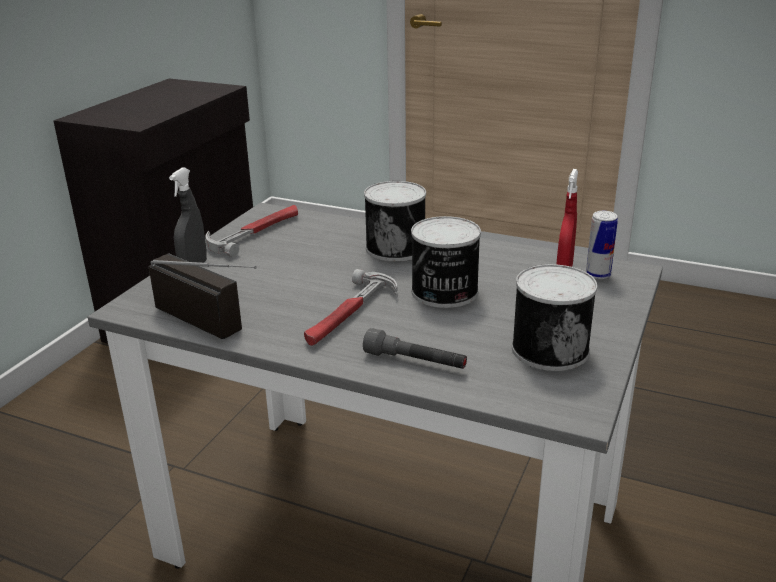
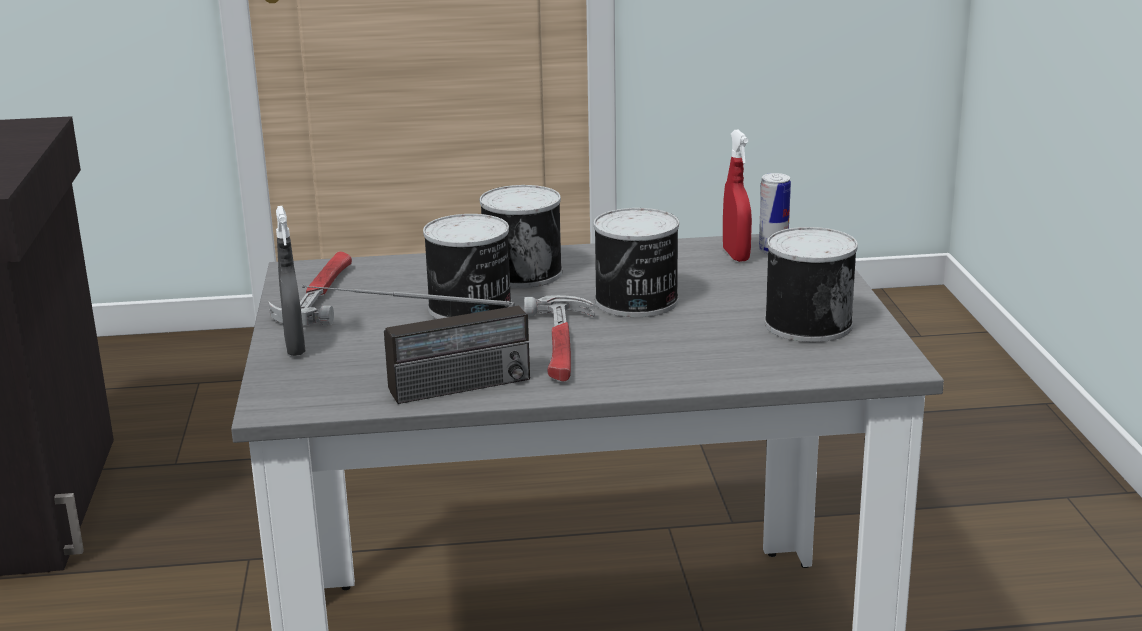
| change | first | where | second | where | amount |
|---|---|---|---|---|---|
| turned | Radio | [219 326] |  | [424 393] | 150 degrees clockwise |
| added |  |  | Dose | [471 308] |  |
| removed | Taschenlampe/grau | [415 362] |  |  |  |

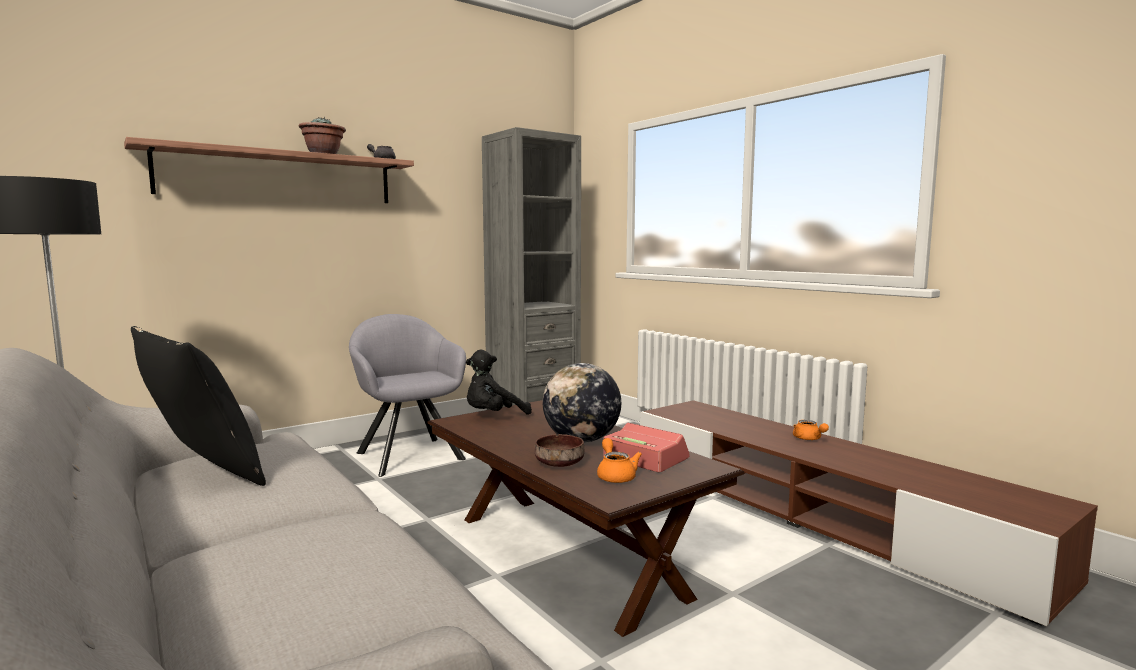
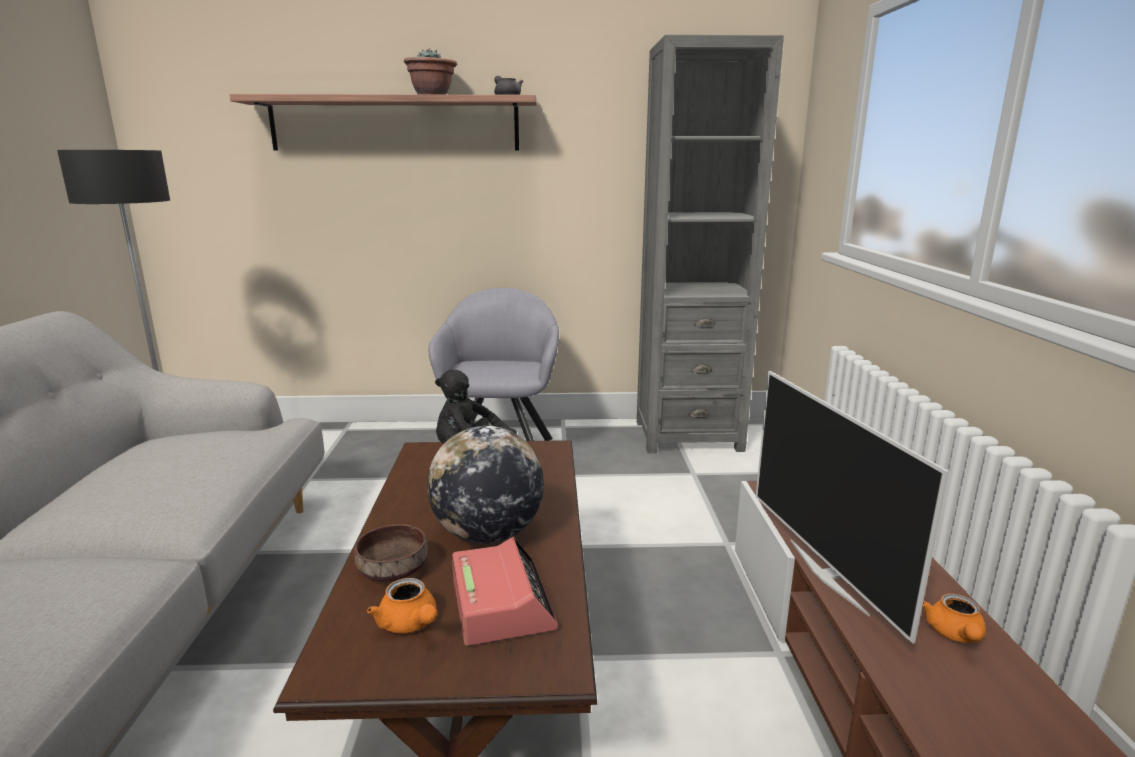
| change | first | where | second | where | amount |
|---|---|---|---|---|---|
| turned | Teekanne/orange | [615 475] |  | [410 624] | 120 degrees clockwise |
| added |  |  | Fernseher | [828 574] |  |
| removed | Kissen/schwarz | [202 472] |  |  |  |

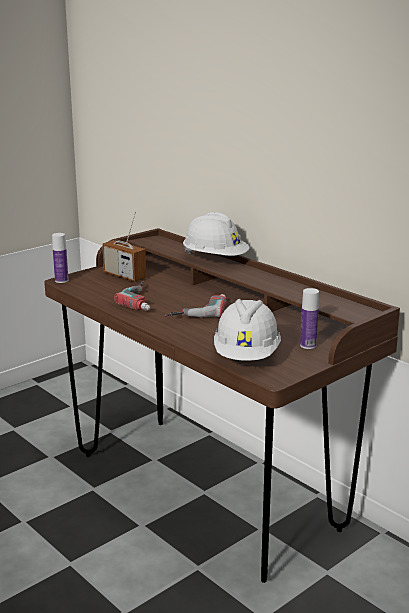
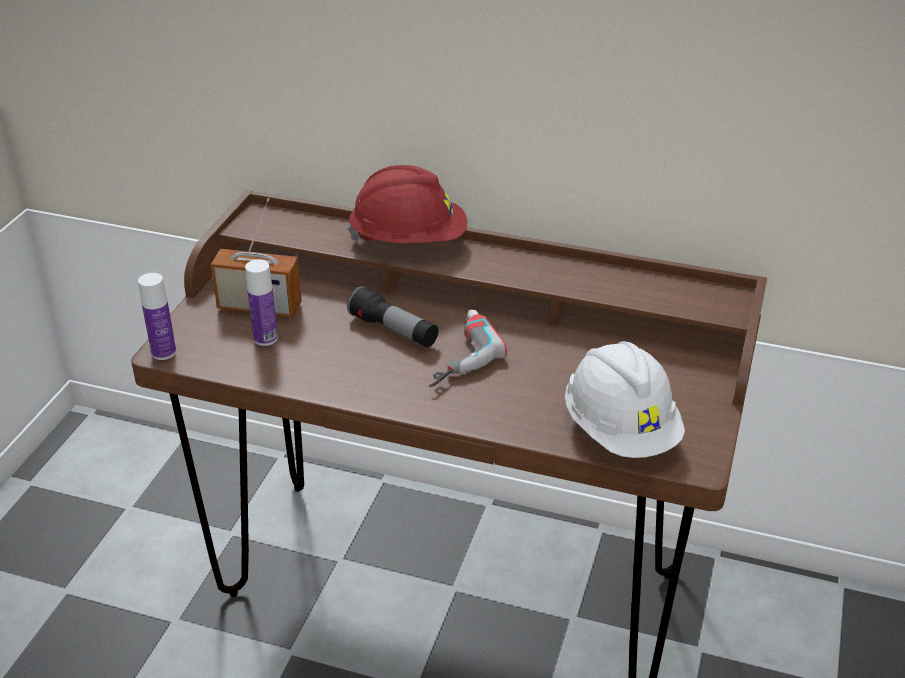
| change | first | where | second | where | amount |
|---|---|---|---|---|---|
| moved | Flasche | [308 345] |  | [265 338] |  |
| added |  |  | Taschenlampe | [394 331] |  |
| recoloured | Schutzhelm/weiß | [215 259] | Schutzhelm/rot | [409 240] |  |
| removed | Bohrmaschine | [144 300] |  |  |  |

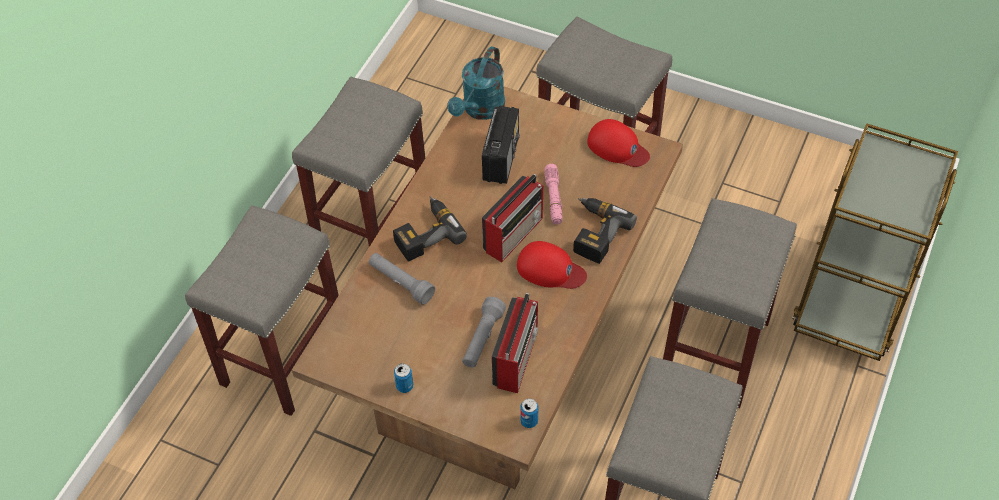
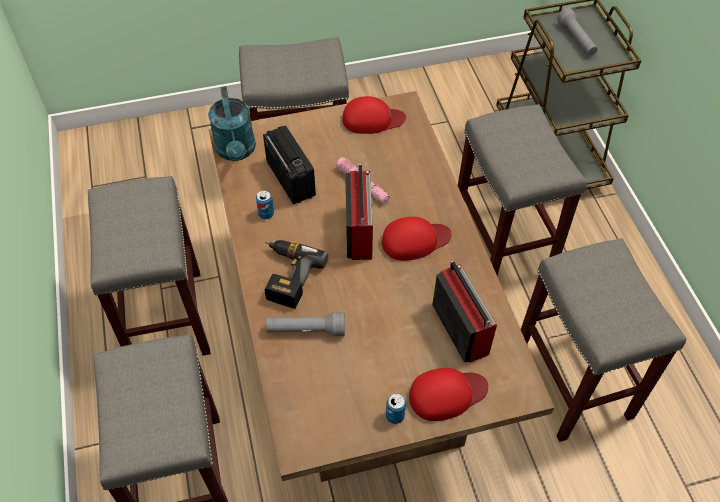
| change | first | where | second | where | amount |
|---|---|---|---|---|---|
| moved | Dose | [529 421] |  | [266 214] |  |
| added |  |  | Kappe/rot | [447 394] |  |
| moved | Taschenlampe/grau | [482 339] |  | [576 40] |  |
| removed | Bohrmaschine | [594 233] |  |  |  |

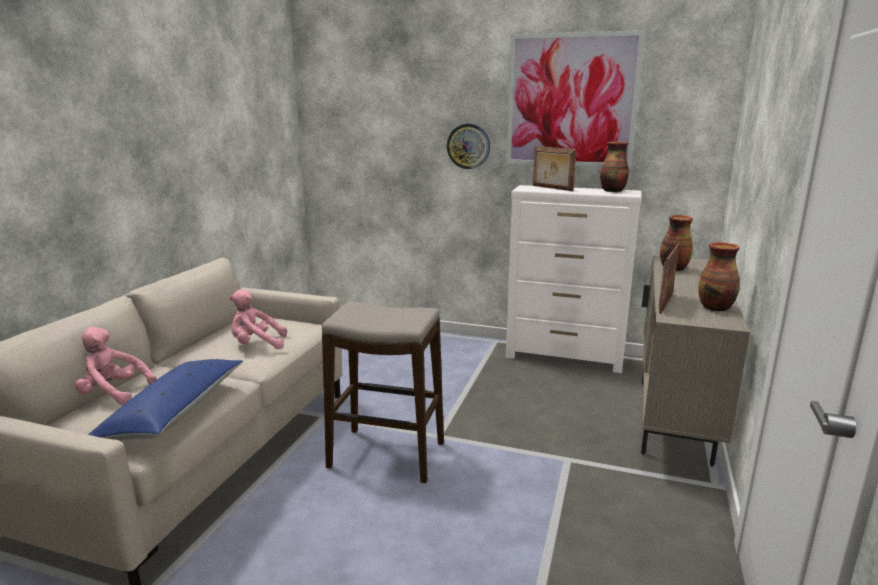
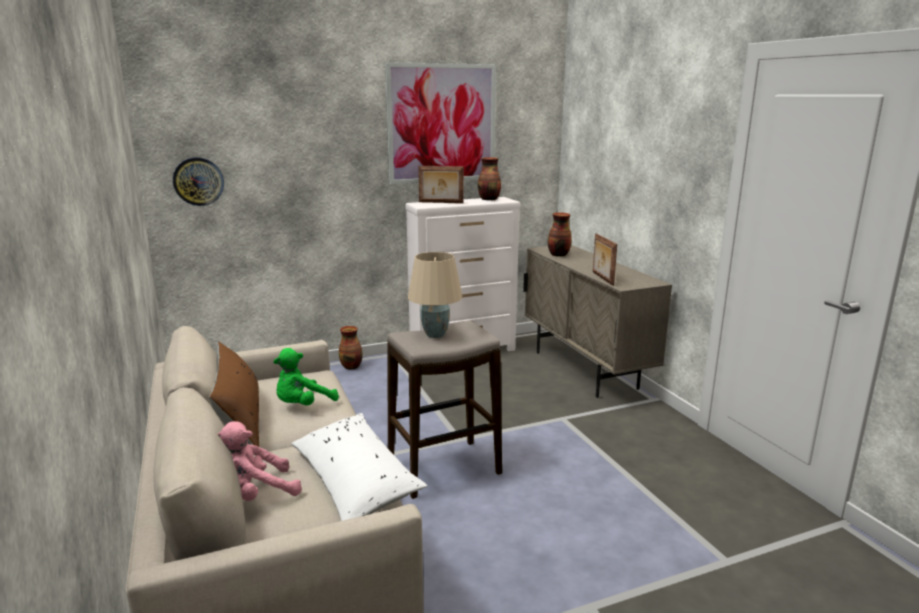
| change | first | where | second | where | amount |
|---|---|---|---|---|---|
| moved | Wanduhr | [468 146] |  | [198 181] |  |
| added |  |  | Kissen/braun | [240 419] |  |
| recoloured | Plüschtier/rosa | [257 345] | Plüschtier/grün | [303 405] |  |
| recoloured | Kissen/blau | [174 412] | Kissen/weiß | [355 480] |  |
| moved | Vase | [716 308] |  | [352 366] |  |
| added |  |  | Tischlampe/beige | [435 335] |  |

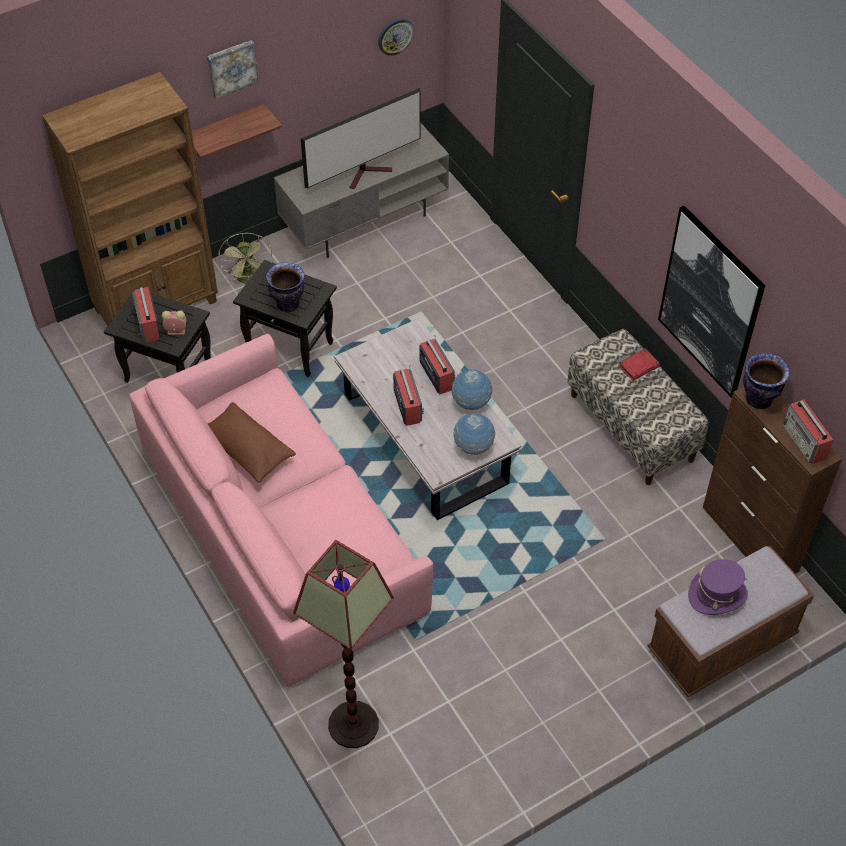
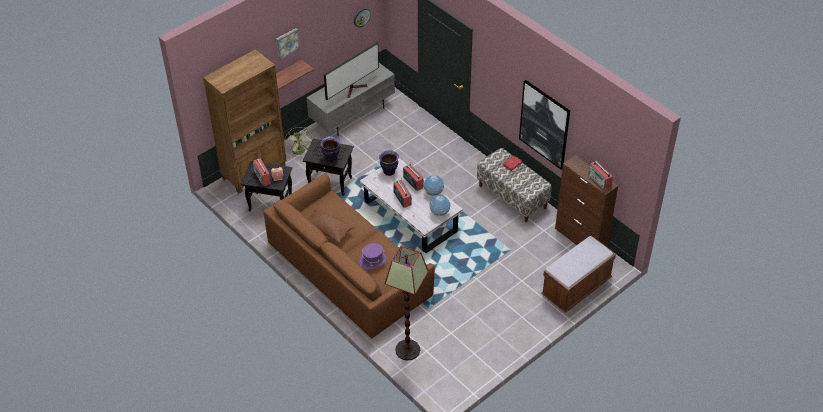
| change | first | where | second | where | amount |
|---|---|---|---|---|---|
| recoloured | Sofa/rosa | [281 529] | Sofa/braun | [349 268] |  |
| moved | Hut/lila | [717 595] |  | [373 261] |  |
| moved | Vase | [758 400] |  | [389 172] |  |

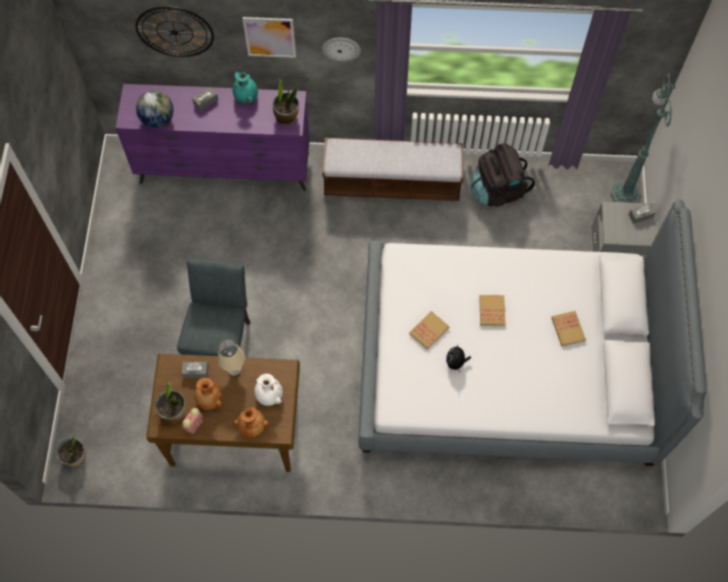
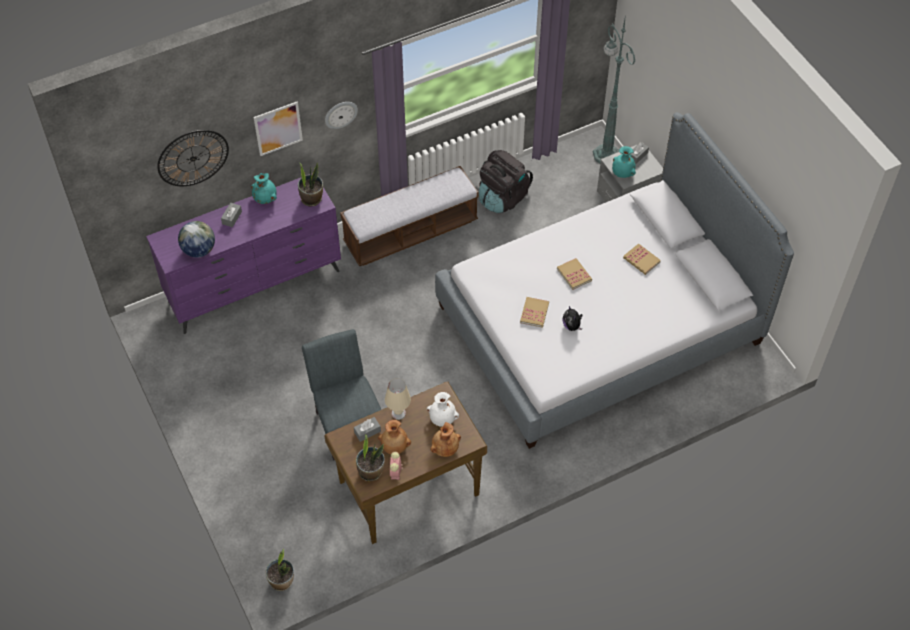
| change | first | where | second | where | amount |
|---|---|---|---|---|---|
| added |  |  | Vase/türkis | [622 173] |  |

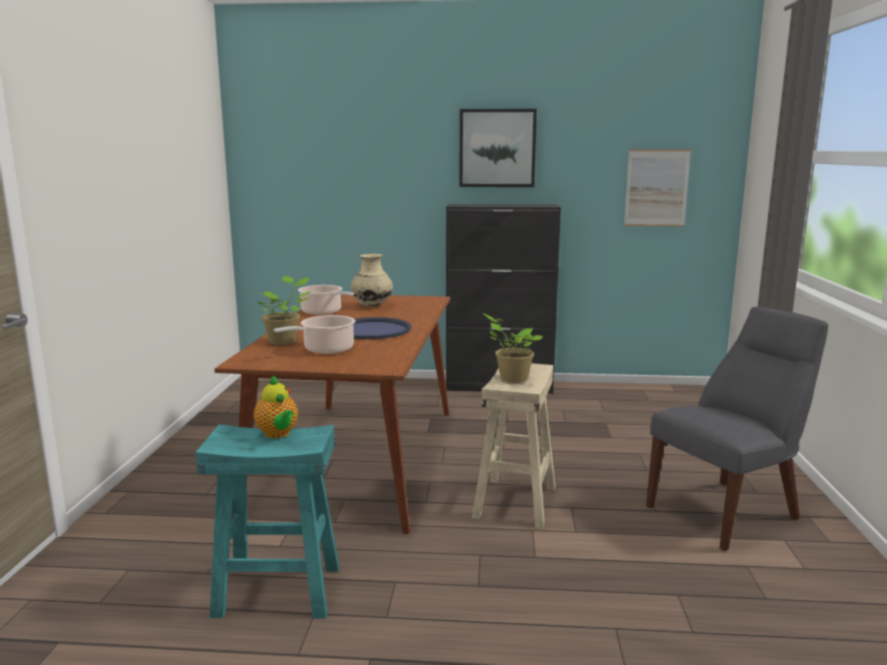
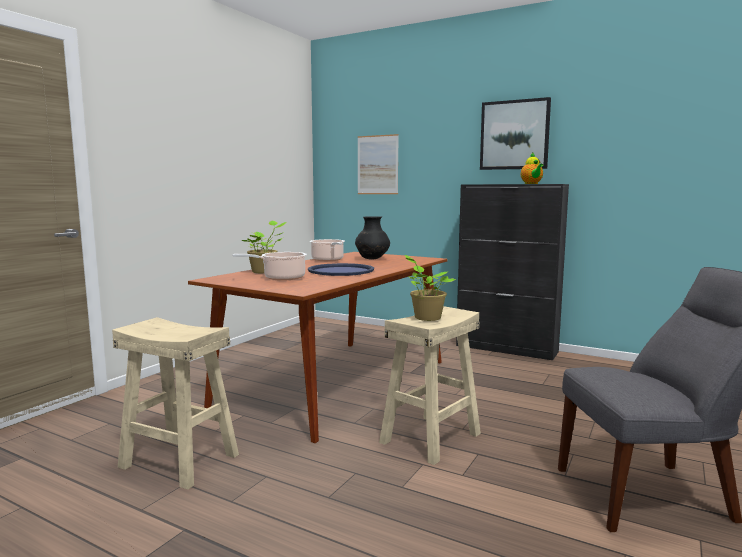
| change | first | where | second | where | amount |
|---|---|---|---|---|---|
| recoloured | Hocker/türkis | [277 591] | Hocker/beige | [178 461] |  |
| recoloured | Vase/beige | [372 306] | Vase/schwarz | [372 259] |  |
| moved | Bild | [656 188] |  | [377 165] |  |
| moved | Teekanne | [278 434] |  | [532 183] |  |

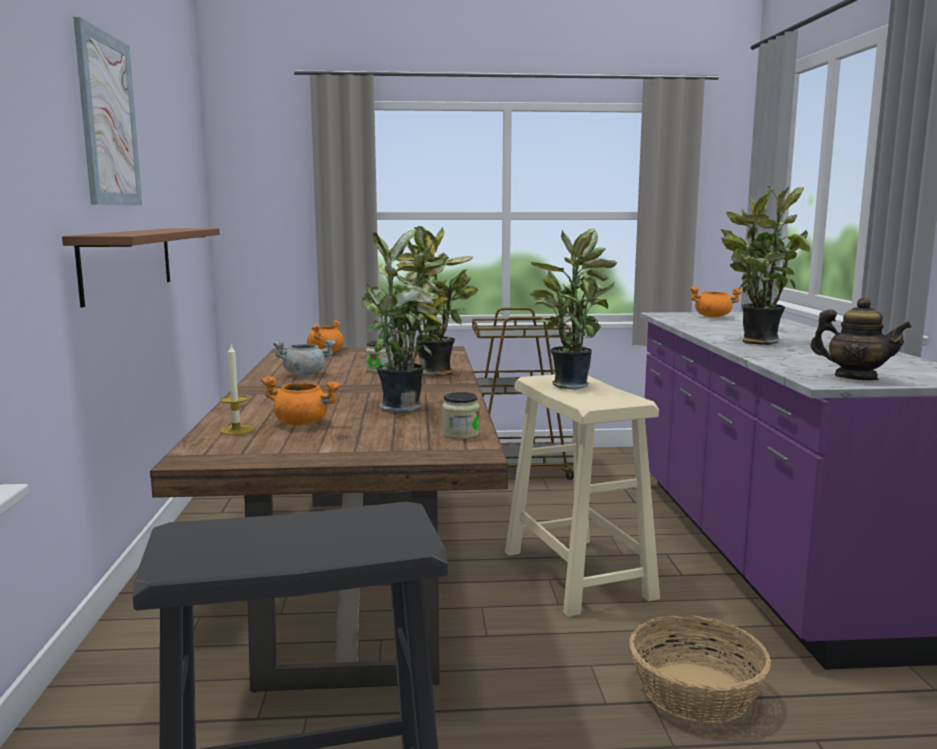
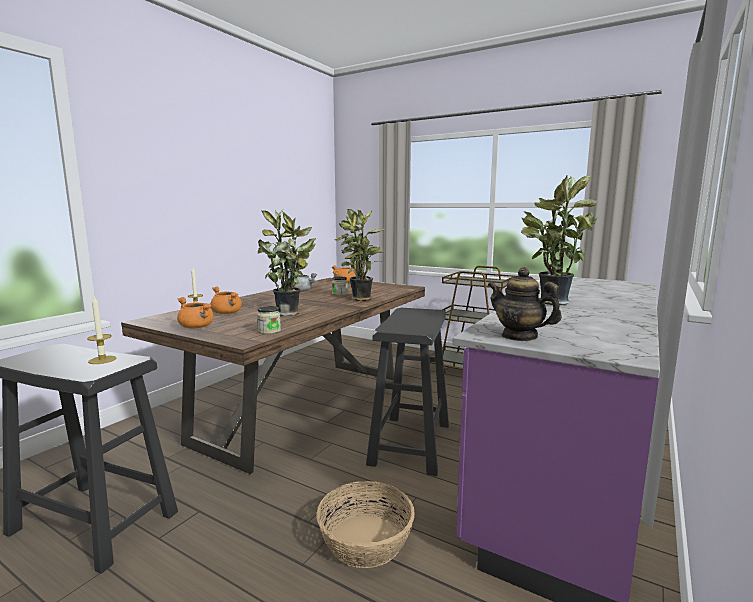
| change | first | where | second | where | amount |
|---|---|---|---|---|---|
| added |  |  | Kerze | [102 360] |  |
| moved | Kochtopf/orange | [713 317] |  | [197 327] |  |
| recoloured | Hocker/beige | [577 575] | Hocker/schwarz | [410 444] |  |
| turned | Teekanne | [855 378] |  | [519 336] | 150 degrees clockwise |
| removed | Wandregal/braun | [128 262] |  |  |  |
| removed | Bild | [108 120] |  |  |  |
| removed | Topfpflanze | [569 385] |  |  |  |

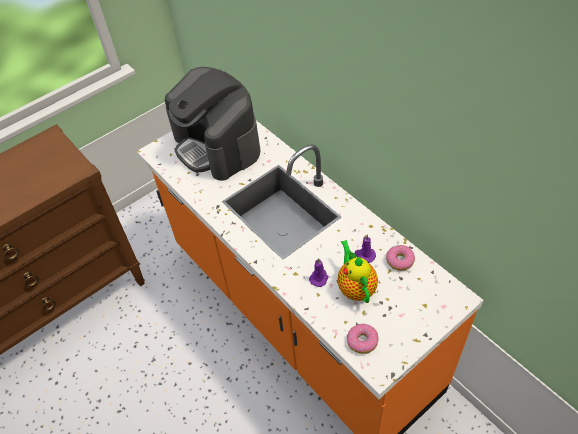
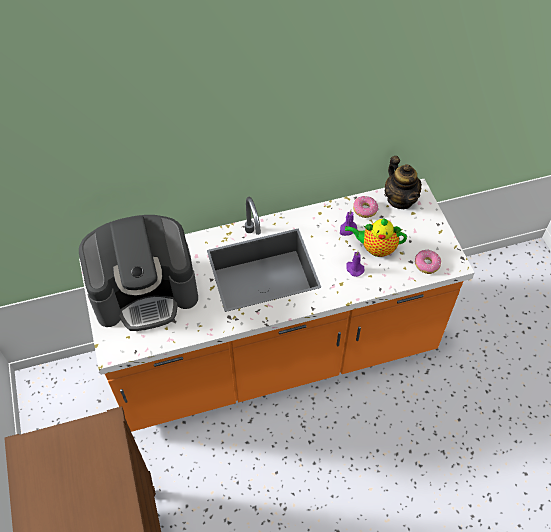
| change | first | where | second | where | amount |
|---|---|---|---|---|---|
| added |  |  | Teekanne | [400 199] |  |

